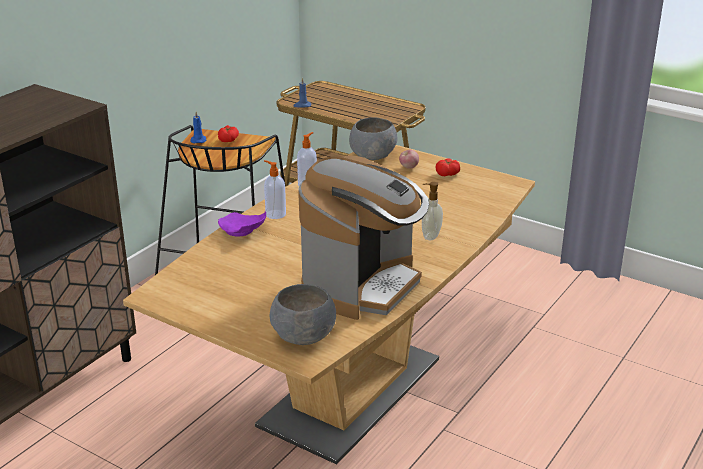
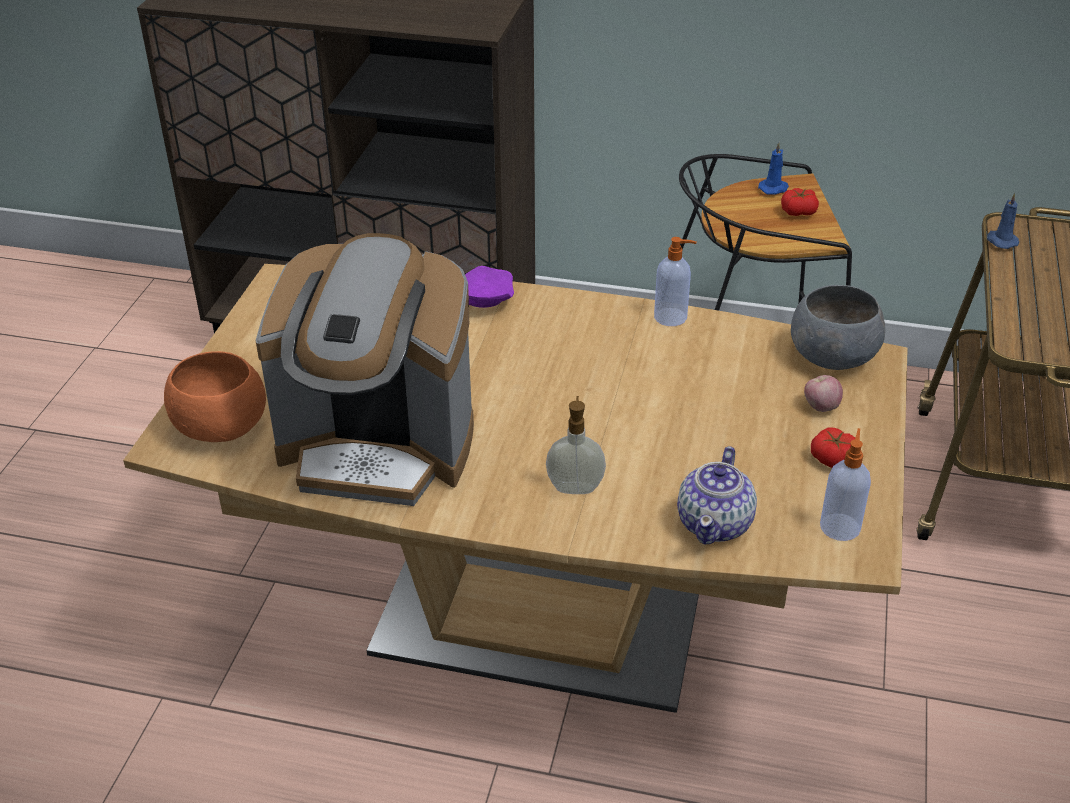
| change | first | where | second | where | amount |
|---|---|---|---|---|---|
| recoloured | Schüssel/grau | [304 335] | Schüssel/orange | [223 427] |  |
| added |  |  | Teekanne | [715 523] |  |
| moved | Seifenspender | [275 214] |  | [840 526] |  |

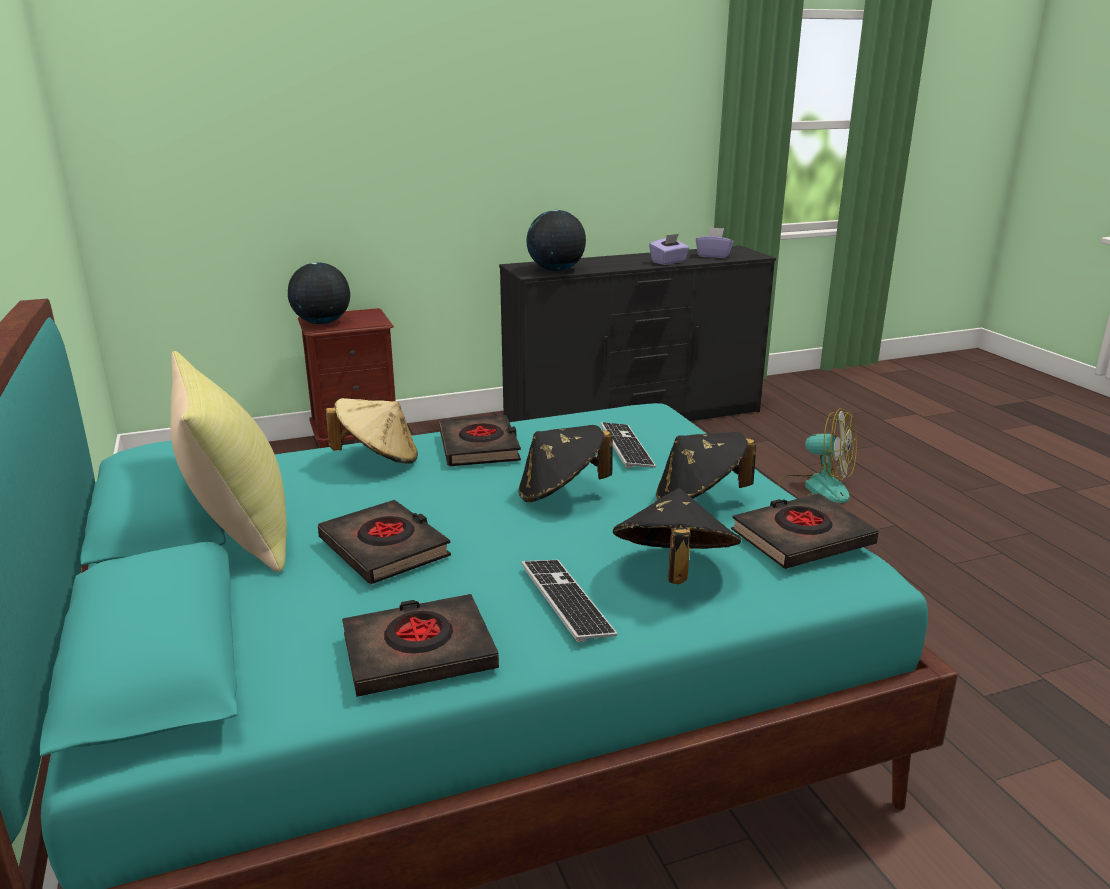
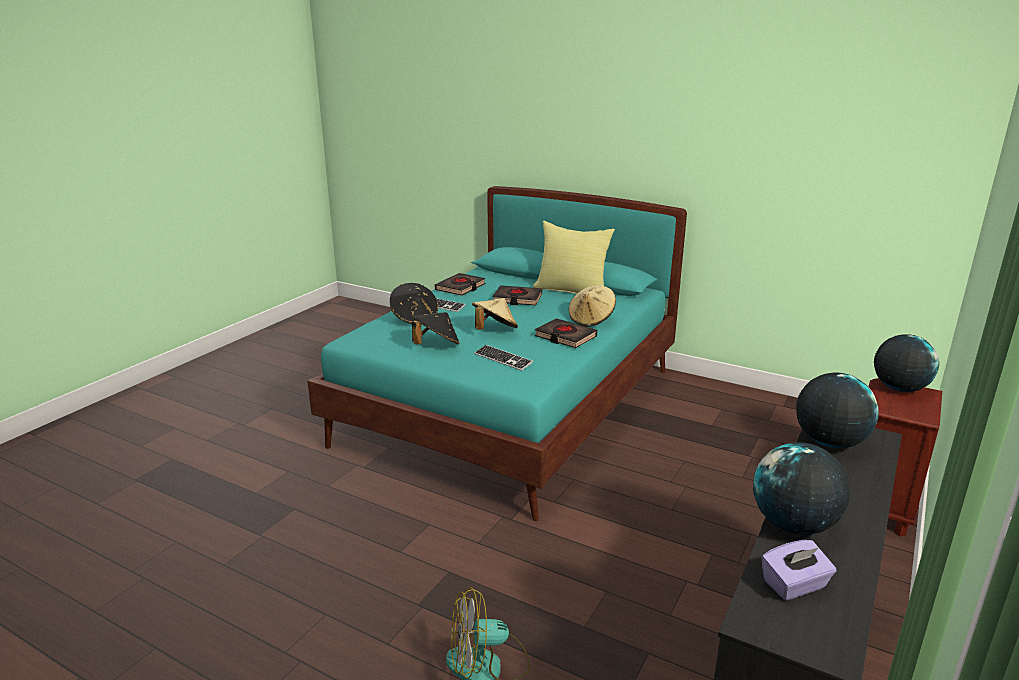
| change | first | where | second | where | amount |
|---|---|---|---|---|---|
| recoloured | Hut/schwarz | [561 492] | Hut/beige | [494 330] |  |
| replaced | Taschentuchbox/lila | [668 262] | Globus | [793 525] |  |
| removed | Buch/schwarz | [801 538] |  |  |  |

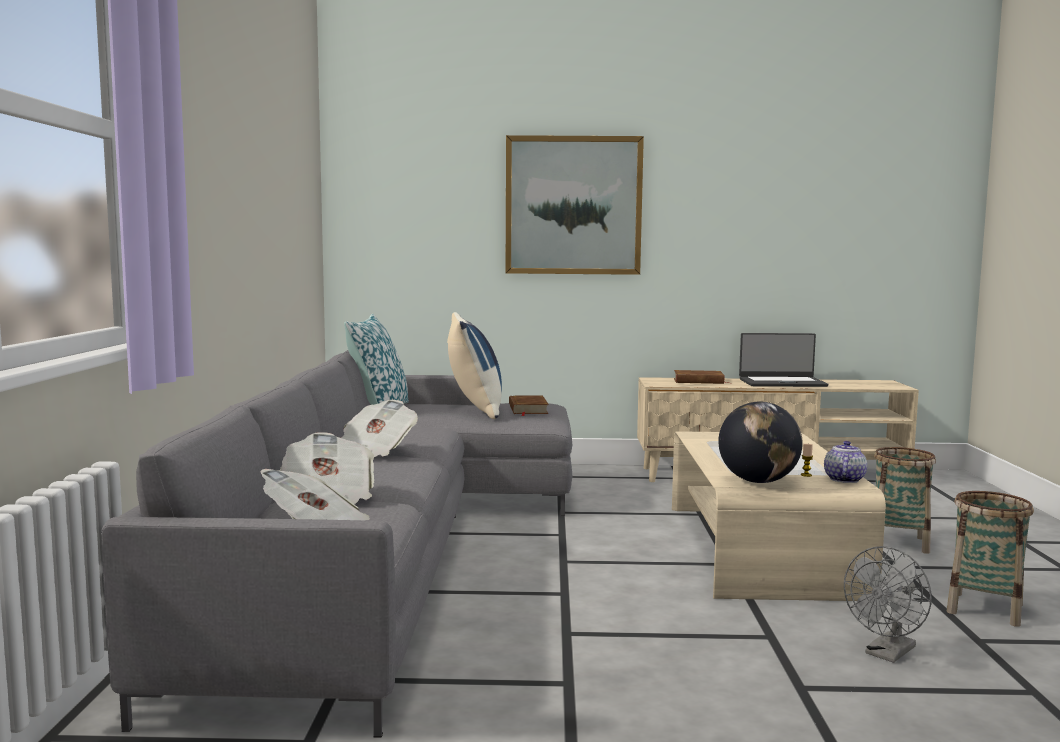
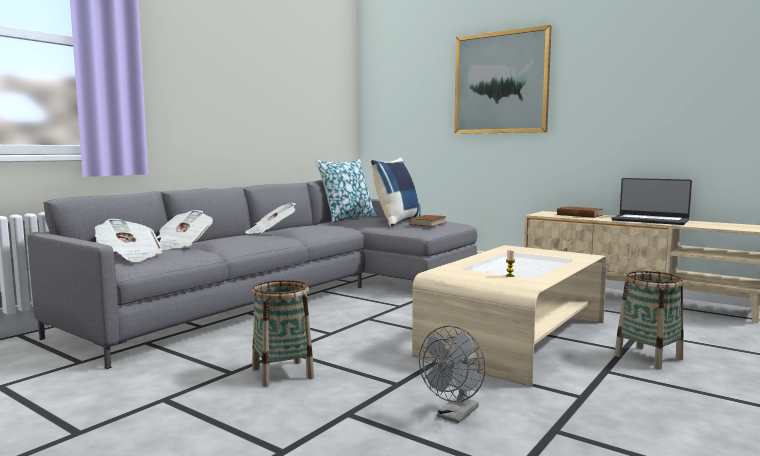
| change | first | where | second | where | amount |
|---|---|---|---|---|---|
| moved | Korb | [984 609] |  | [282 373] |  |
| turned | Ventilator/grau | [887 654] |  | [455 416] | 45 degrees counterclockwise |
| removed | Globus | [758 481] |  |  |  |
| removed | Teekanne | [843 479] |  |  |  |

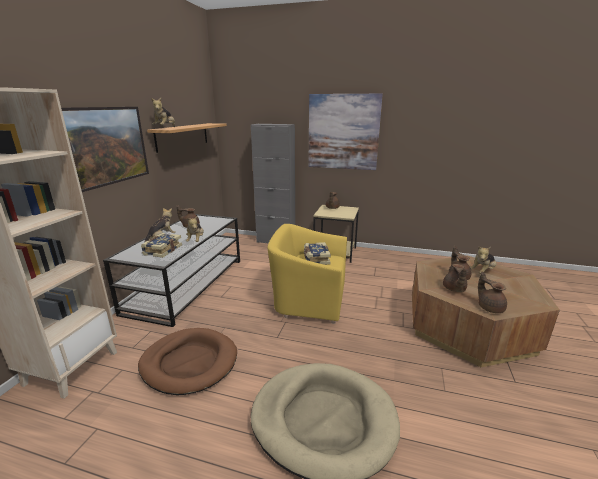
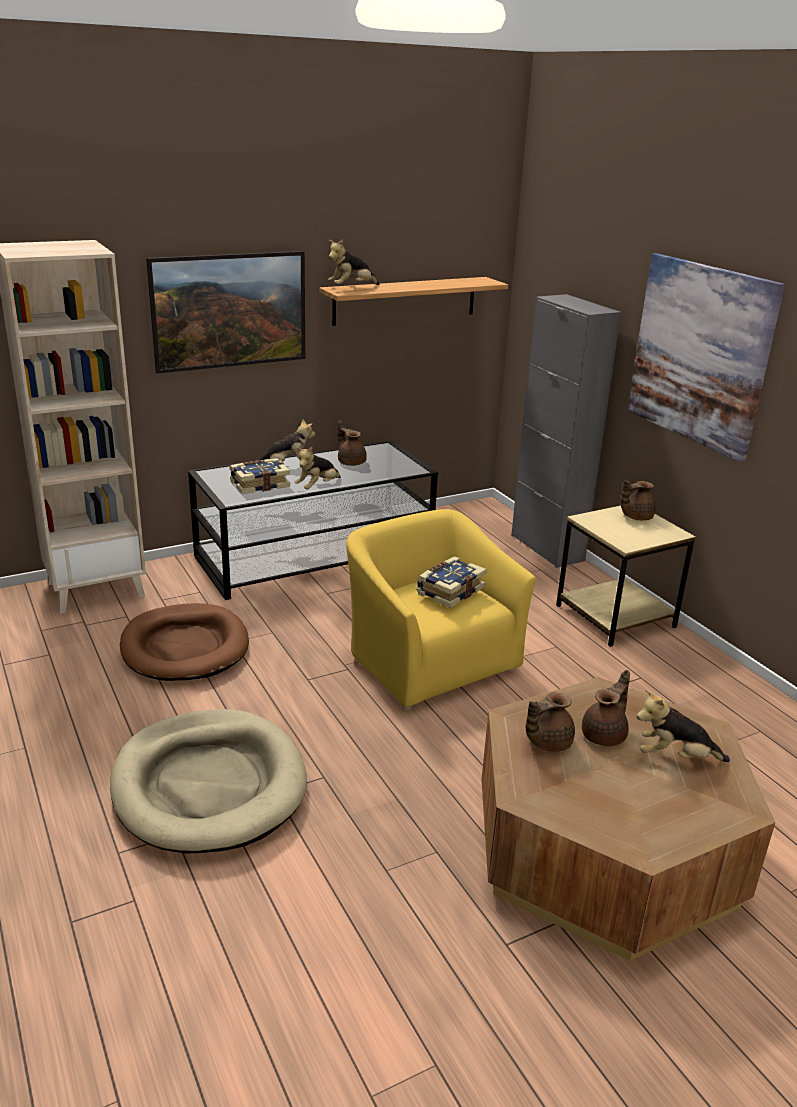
| change | first | where | second | where | amount |
|---|---|---|---|---|---|
| removed | Teekanne/braun | [490 307] |  |  |  |

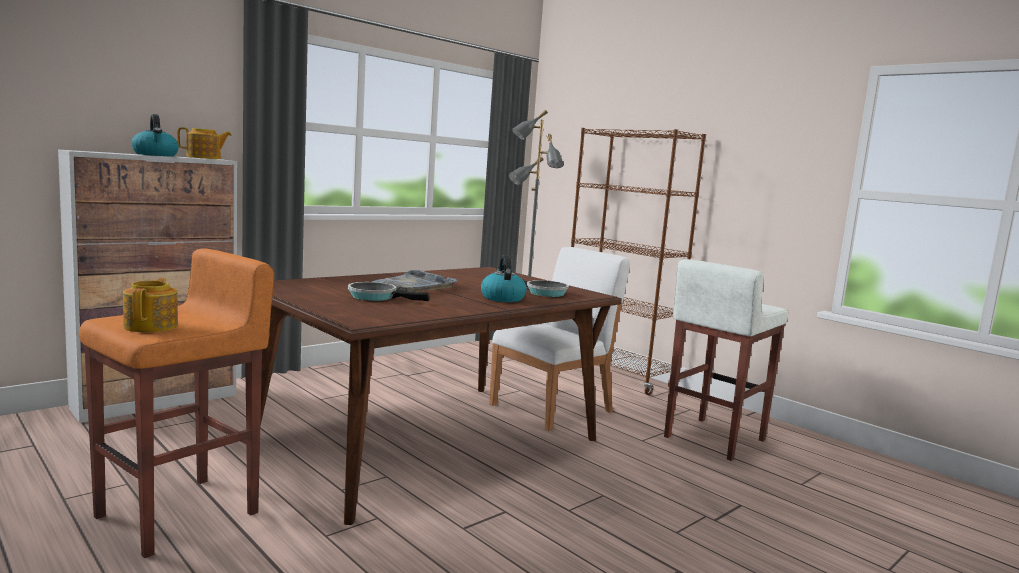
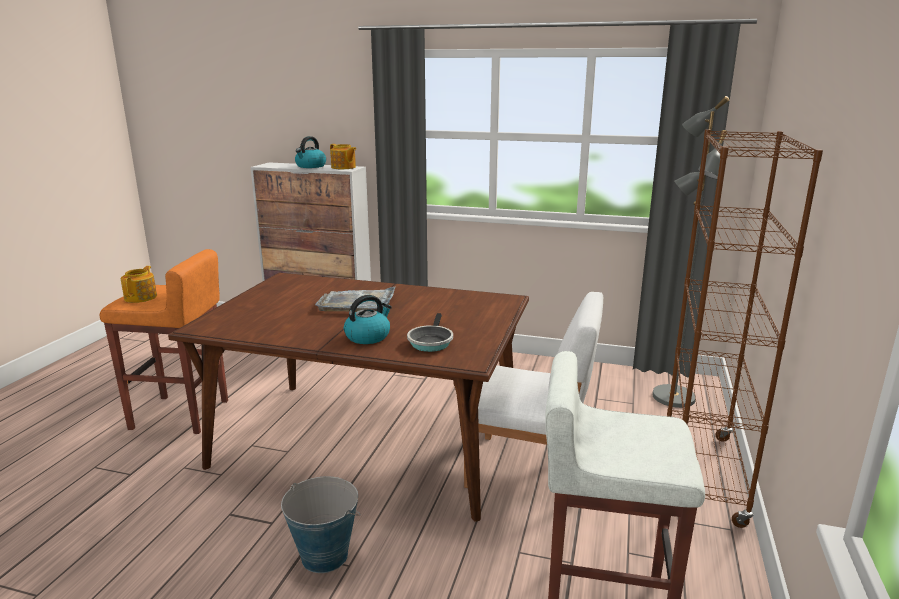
| change | first | where | second | where | amount |
|---|---|---|---|---|---|
| turned | Teekanne | [152 326] |  | [141 297] | 45 degrees counterclockwise |
| added |  |  | Eimer | [324 556] |  |
| removed | Pfanne | [376 297] |  |  |  |

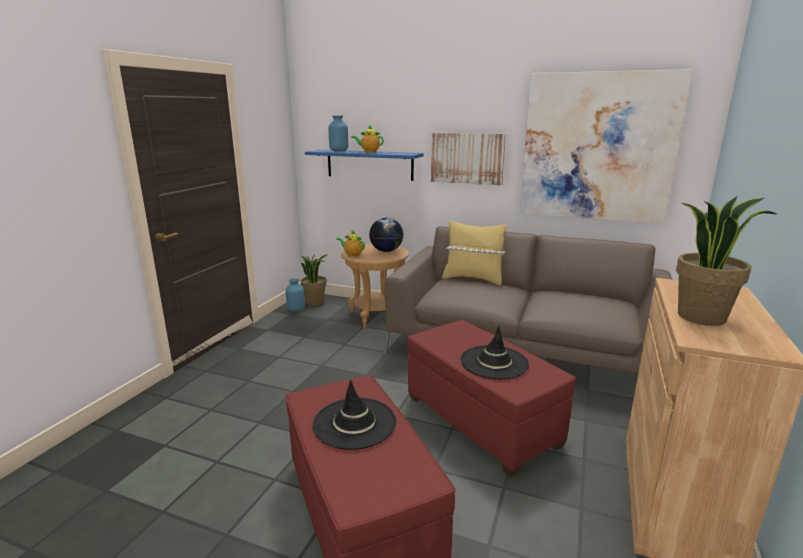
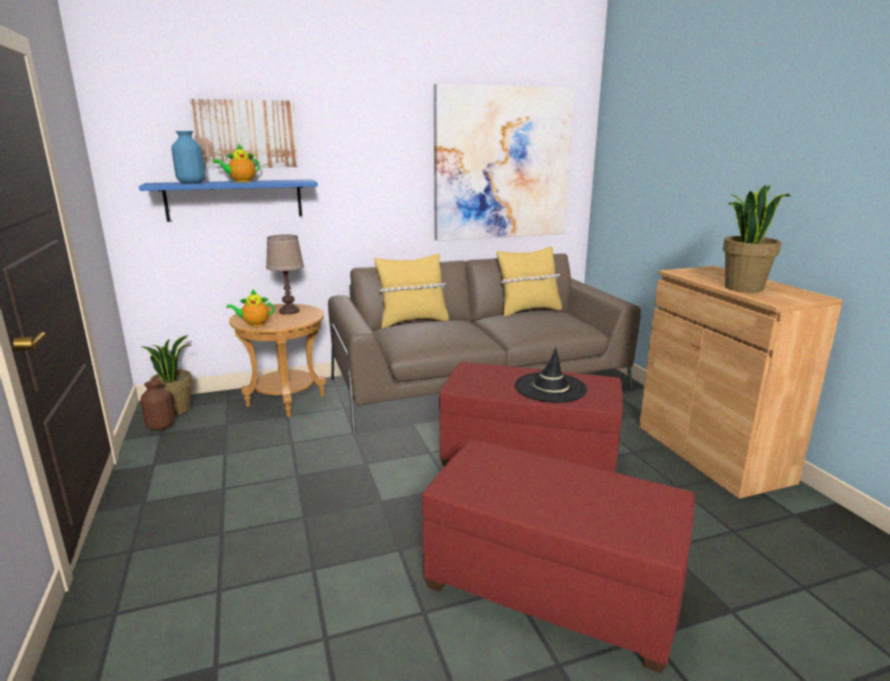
| change | first | where | second | where | amount |
|---|---|---|---|---|---|
| recoloured | Vase/blau | [296 309] | Vase/braun | [161 426] |  |
| moved | Bild | [467 158] |  | [246 134] |  |
| replaced | Globus | [386 251] | Tischlampe/braun | [289 311] |  |
| added |  |  | Kissen/gelb | [528 311] |  |
| removed | Hut/schwarz | [354 423] |  |  |  |

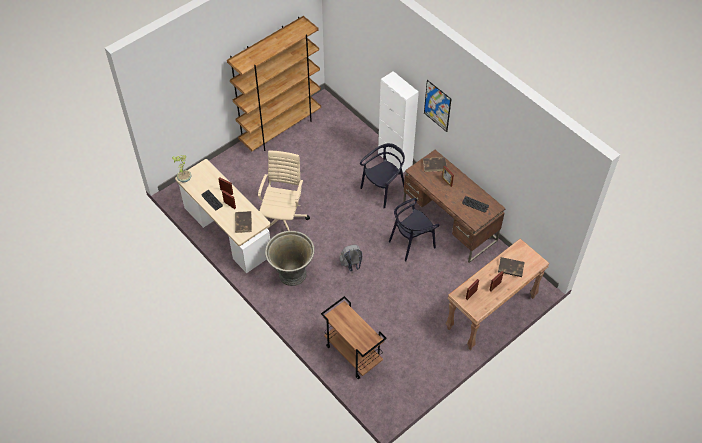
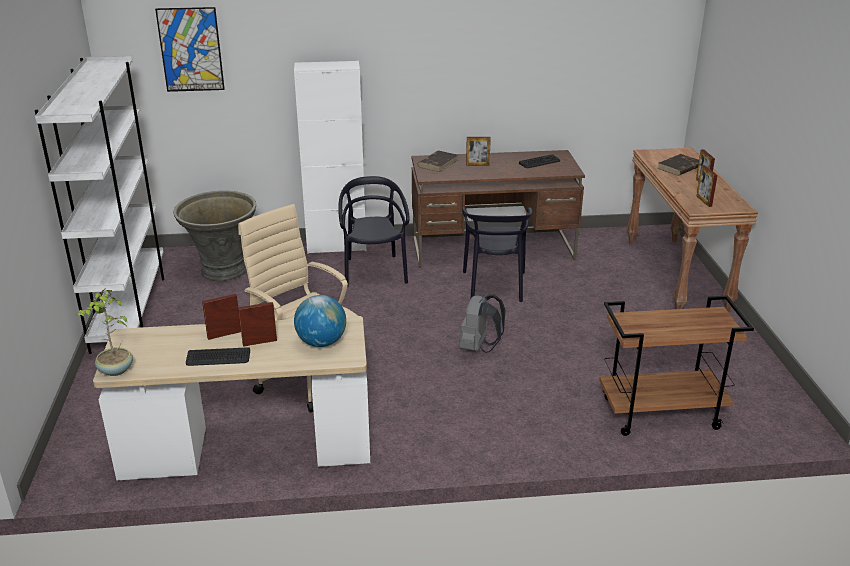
| change | first | where | second | where | amount |
|---|---|---|---|---|---|
| recoloured | Bücherregal/braun | [280 128] | Bücherregal/weiß | [130 309] |  |
| moved | Bild | [437 106] |  | [190 50] |  |
| moved | Pflanzkübel/grau | [292 274] |  | [223 271] |  |
| replaced | Buch/braun | [243 222] | Globus | [321 342] |  |

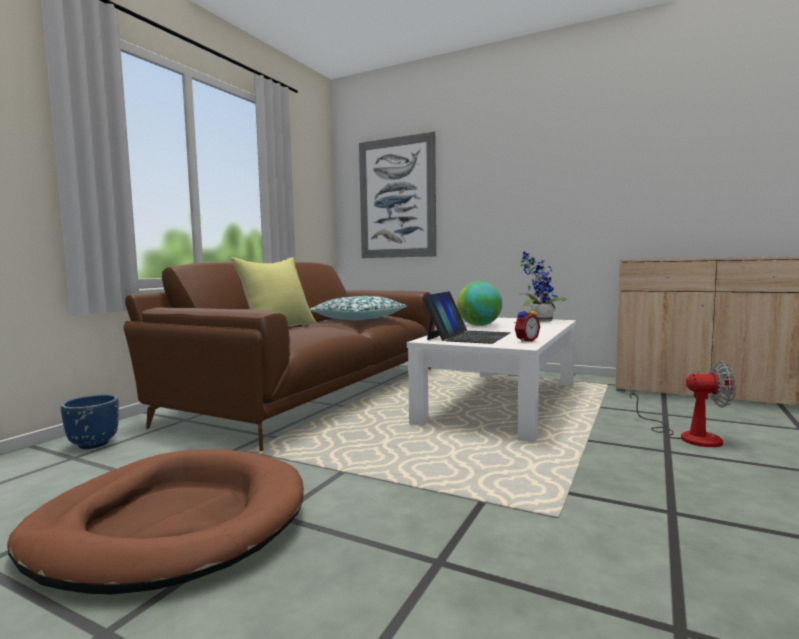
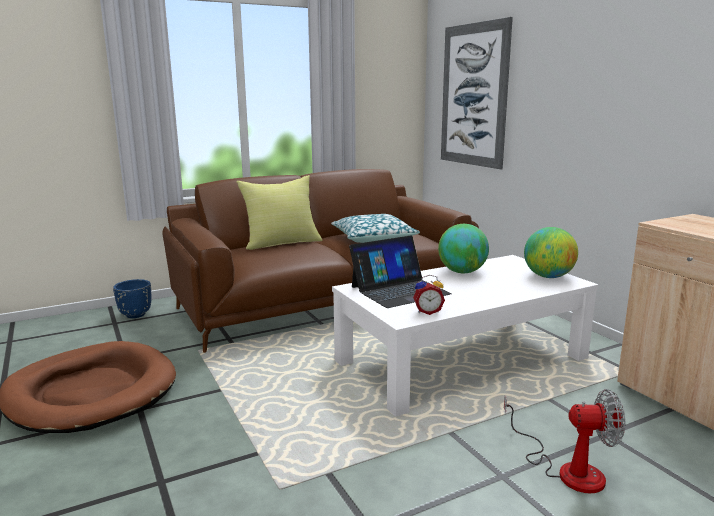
| change | first | where | second | where | amount |
|---|---|---|---|---|---|
| turned | Ventilator | [688 436] |  | [567 469] | 45 degrees counterclockwise |
| replaced | Topfpflanze | [539 321] | Globus | [548 276] |  |

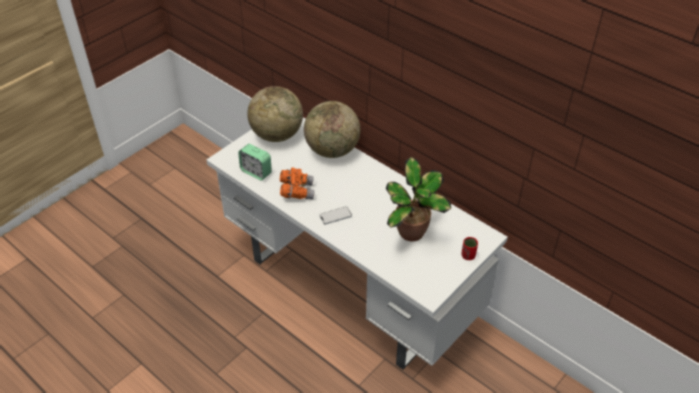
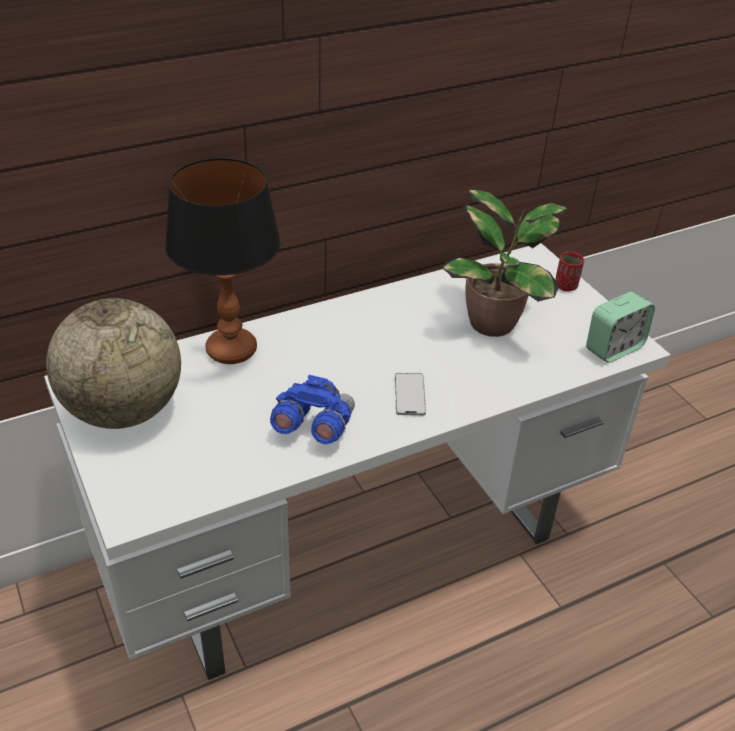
| change | first | where | second | where | amount |
|---|---|---|---|---|---|
| replaced | Globus | [332 150] | Tischlampe | [231 350] |  |
| recoloured | Fernglas/orange | [297 191] | Fernglas/blau | [313 427] |  |
| moved | Wecker | [256 172] |  | [614 348] |  |

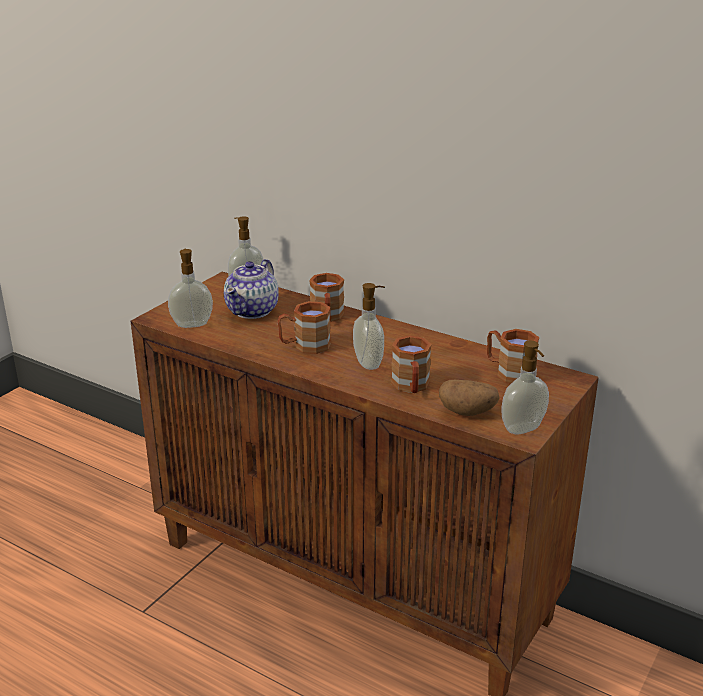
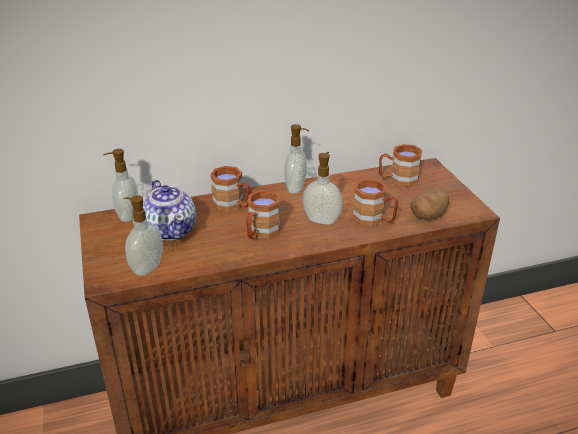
| change | first | where | second | where | amount |
|---|---|---|---|---|---|
| moved | Seifenspender | [523 429] |  | [296 188] |  |

